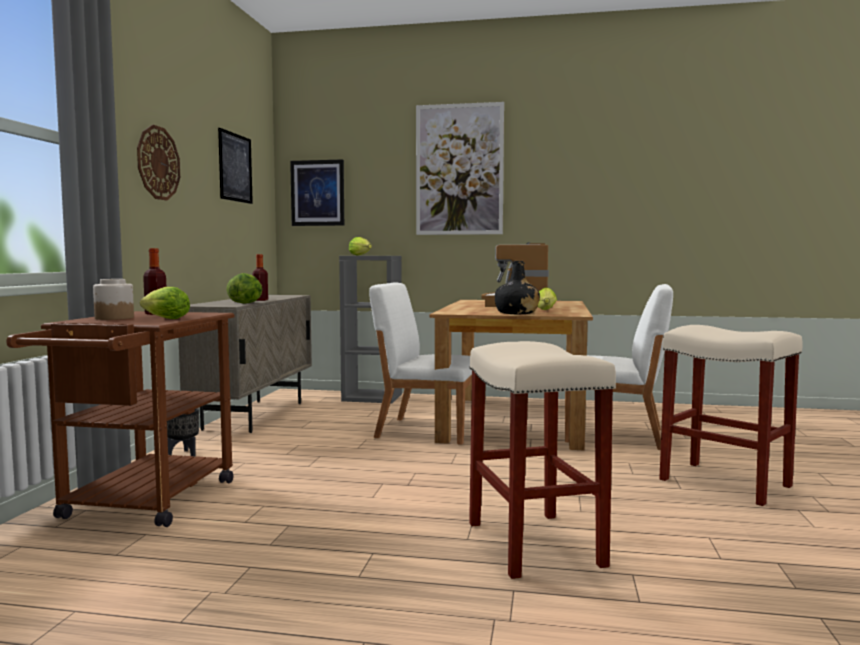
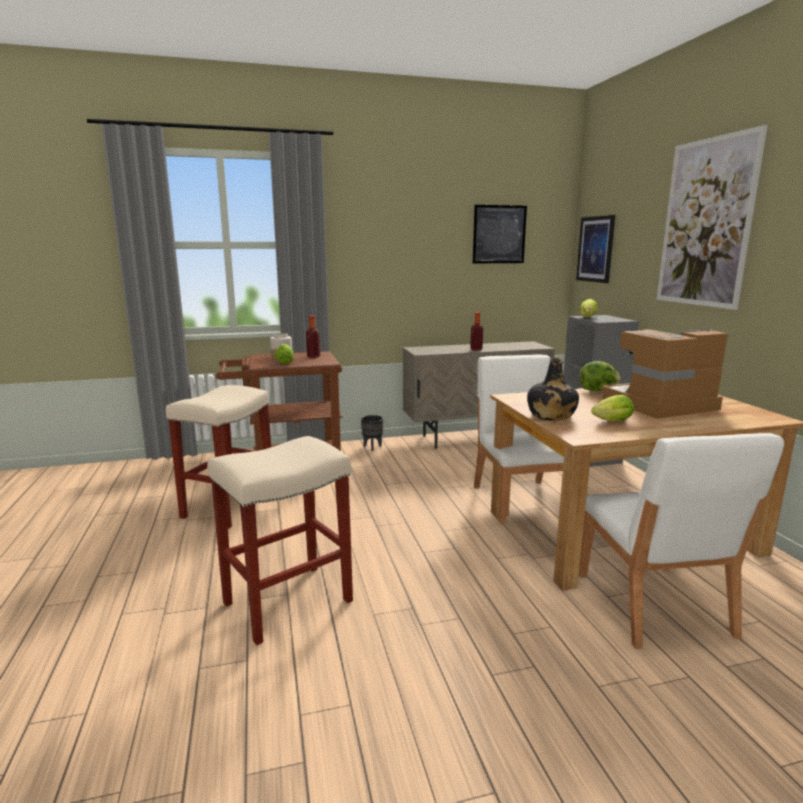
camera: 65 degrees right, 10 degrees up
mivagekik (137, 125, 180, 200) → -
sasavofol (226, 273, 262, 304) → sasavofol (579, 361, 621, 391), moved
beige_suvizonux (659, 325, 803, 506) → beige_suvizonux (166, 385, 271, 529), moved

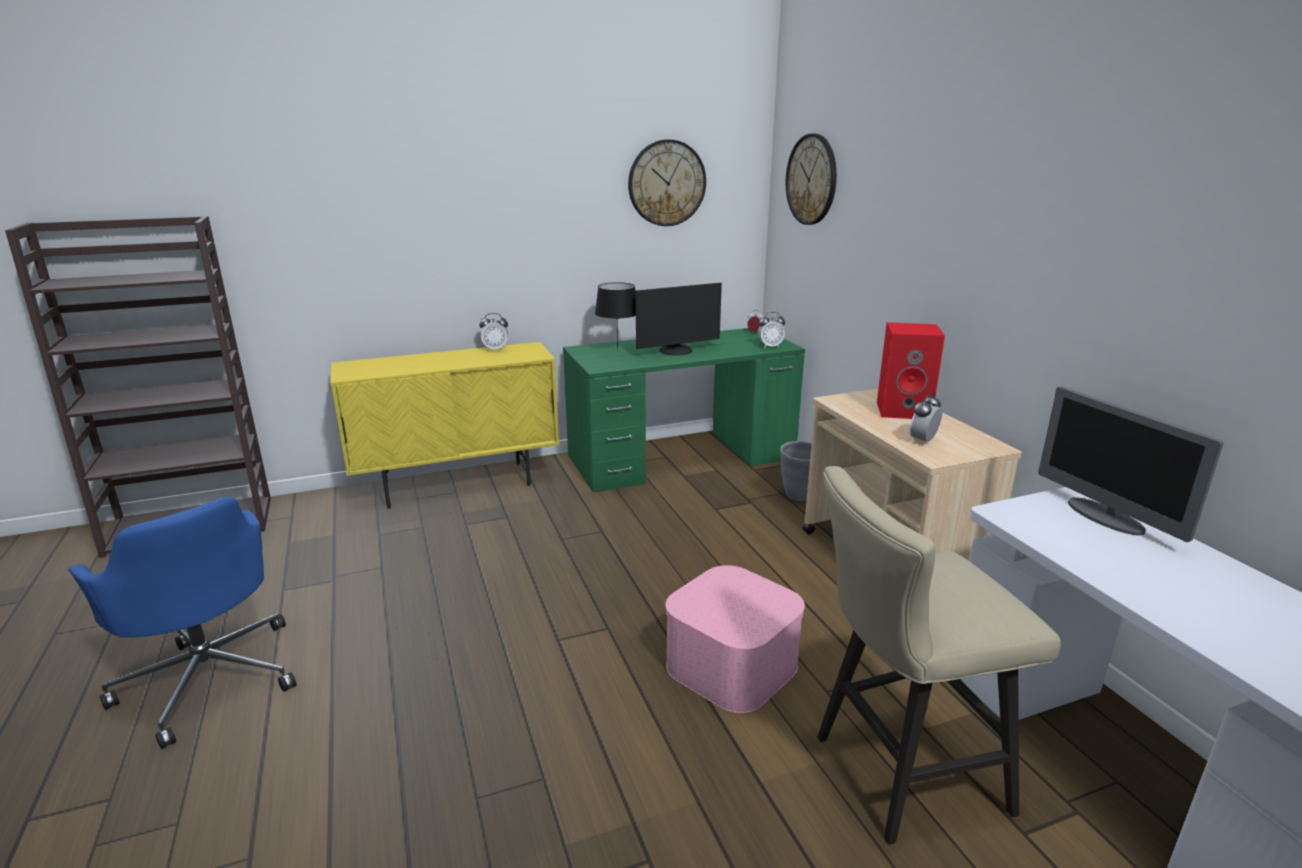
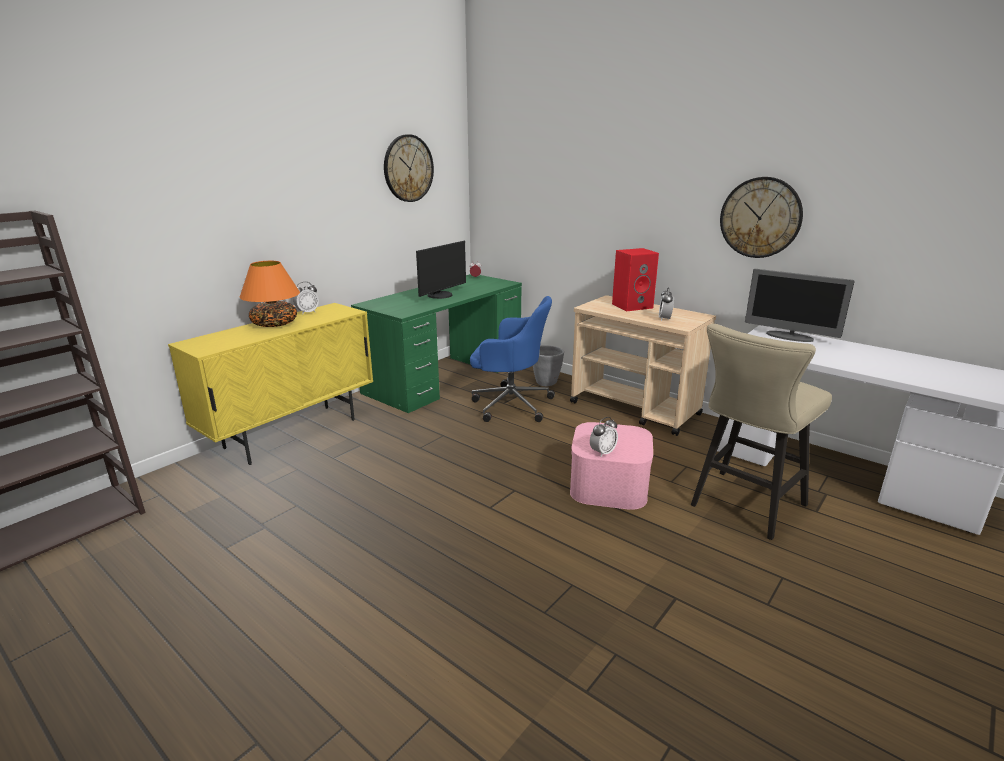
camera: 30 degrees left, 0 degrees up
mivagekik (786, 134, 837, 225) → mivagekik (720, 177, 803, 258), moved
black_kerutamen (595, 282, 636, 352) → -
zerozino (757, 312, 785, 348) → zerozino (590, 417, 618, 457), moved
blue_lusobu (68, 497, 297, 749) → blue_lusobu (470, 296, 555, 422), moved
- → orange_kerutamen (239, 261, 300, 327)

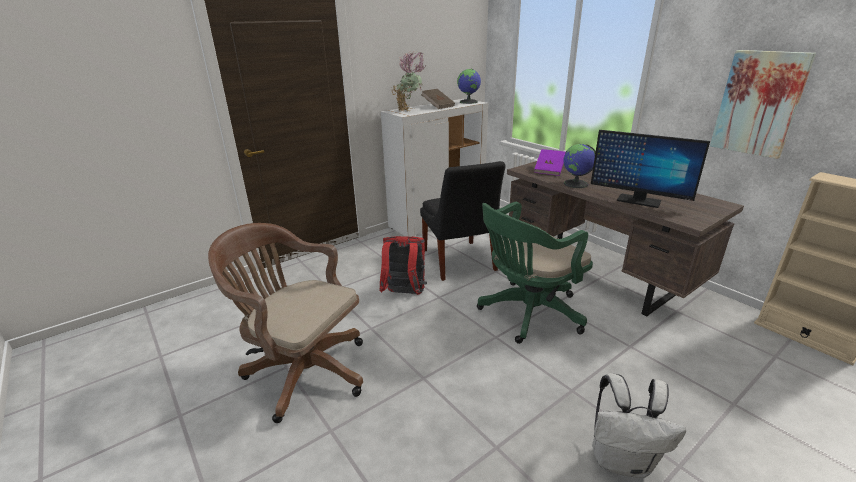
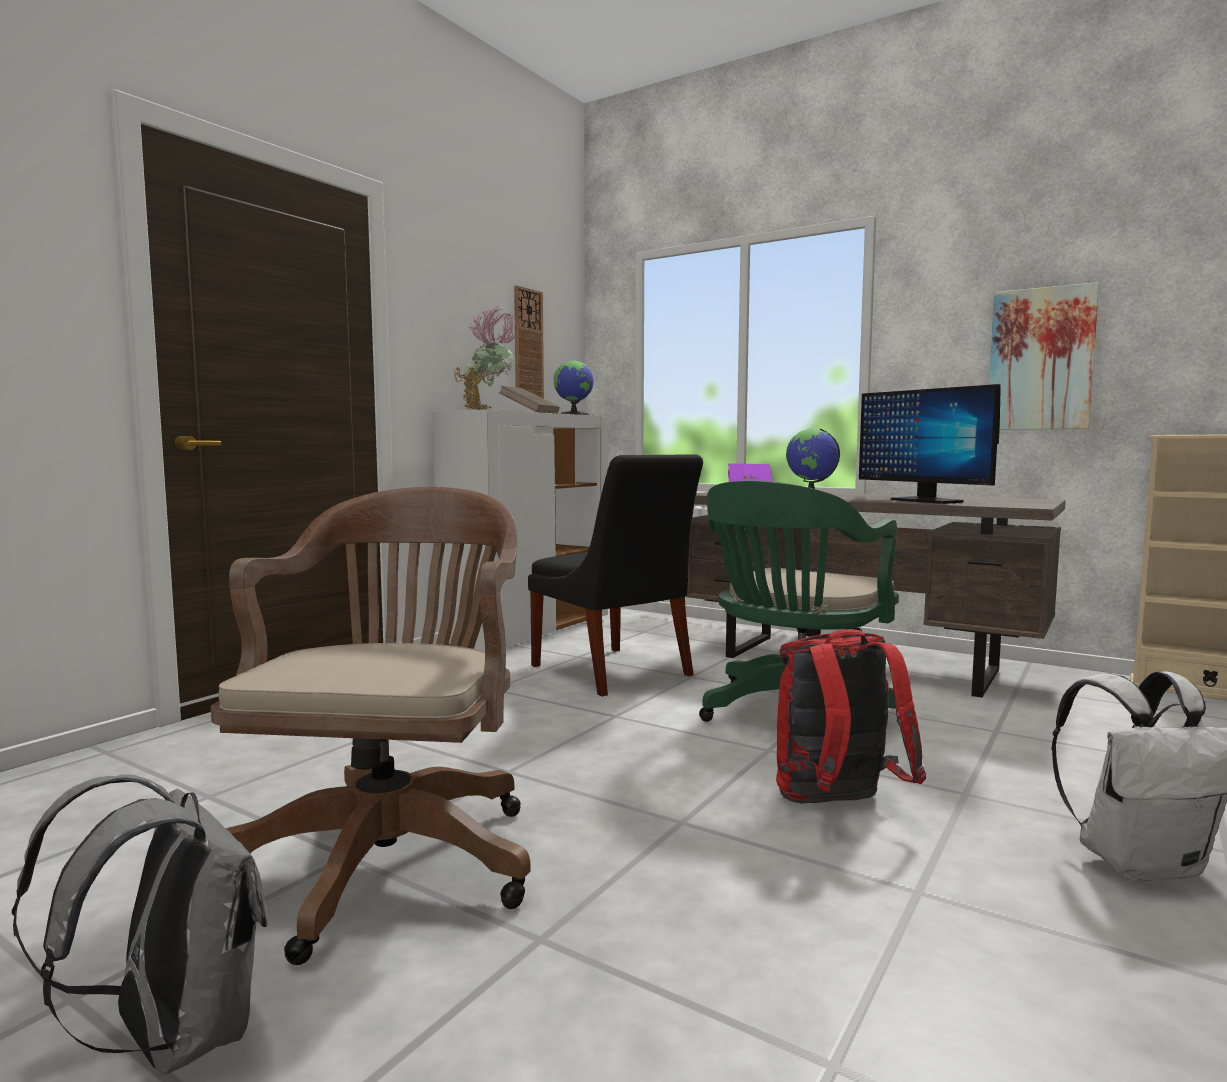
camera: 20 degrees left, 20 degrees down
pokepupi (591, 130, 710, 208) → pokepupi (859, 384, 1001, 504), 45 degrees clockwise
brown_lusobu (208, 223, 363, 423) → brown_lusobu (211, 487, 531, 965), 90 degrees clockwise
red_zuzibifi (379, 236, 427, 295) → red_zuzibifi (776, 629, 926, 804), moved
- → mivagekik (514, 285, 544, 399)
- → grey_zuzibifi (12, 774, 268, 1075)

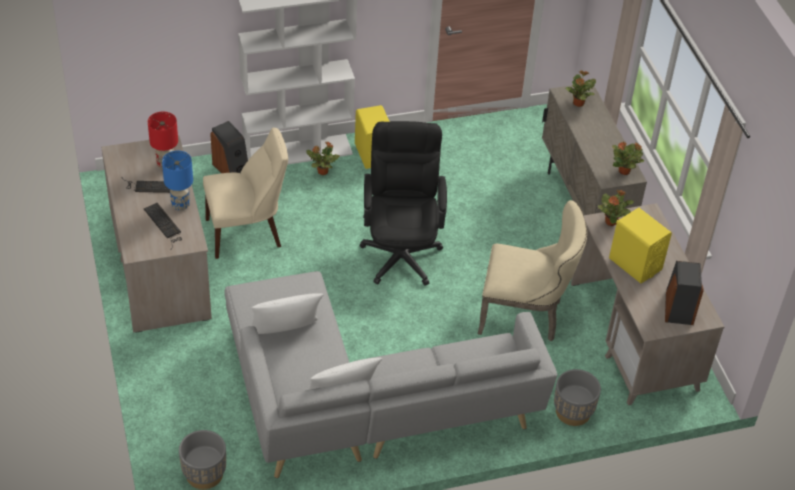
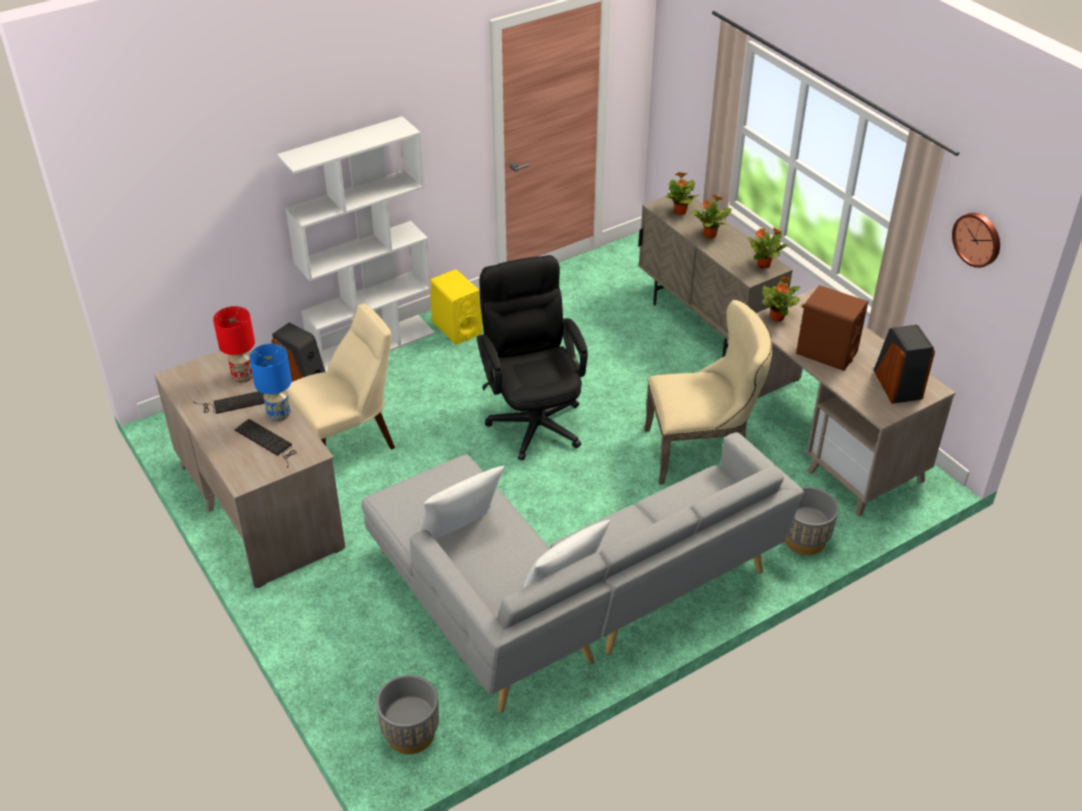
camera: 15 degrees left, 5 degrees down
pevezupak (306, 142, 339, 175) → pevezupak (692, 194, 732, 238), moved
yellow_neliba (609, 208, 672, 283) → brown_neliba (796, 285, 868, 371)
- → mivagekik (952, 213, 1000, 268)

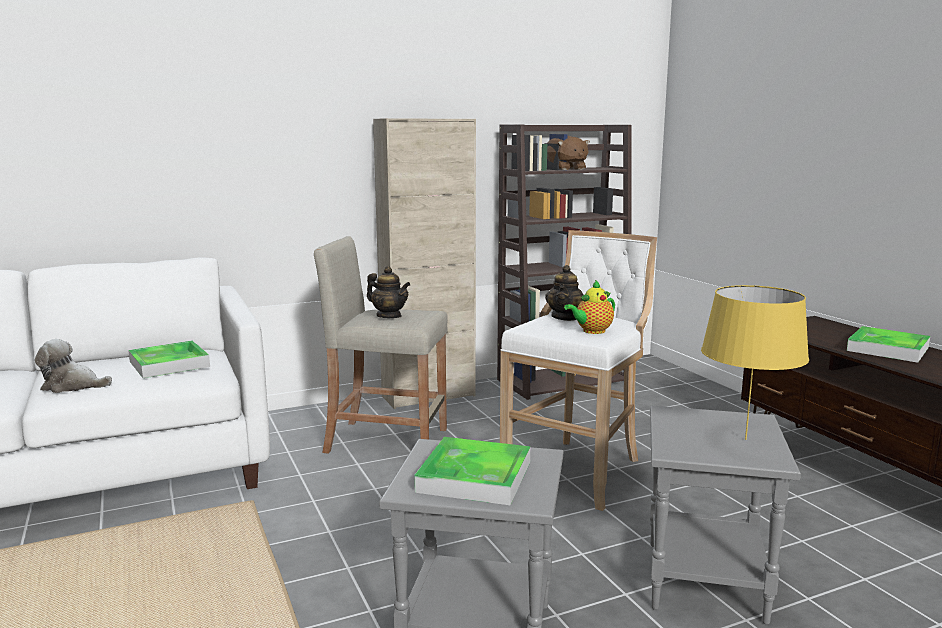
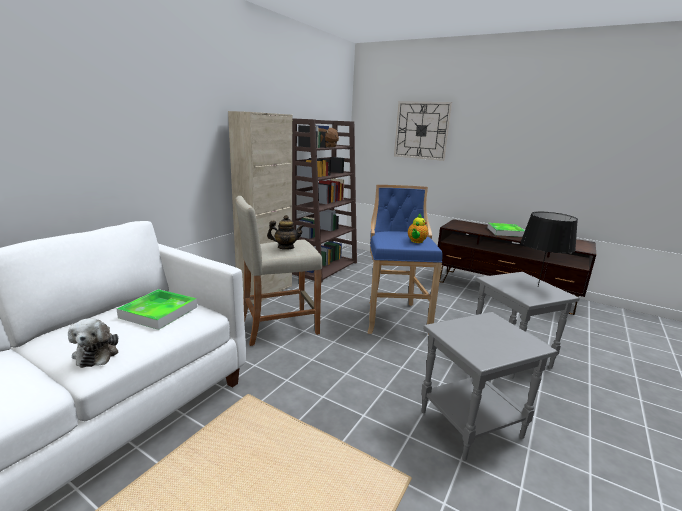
camera: 35 degrees left, 5 degrees up
white_suvizonux (500, 230, 657, 511) → blue_suvizonux (368, 185, 443, 335)
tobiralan (545, 265, 583, 321) → -
yellow_kerutamen (701, 285, 809, 440) → black_kerutamen (521, 212, 578, 286)
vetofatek (35, 339, 112, 393) → vetofatek (68, 318, 118, 368), 75 degrees counterclockwise
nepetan (415, 437, 530, 505) → -
- → mivagekik (394, 101, 452, 161)

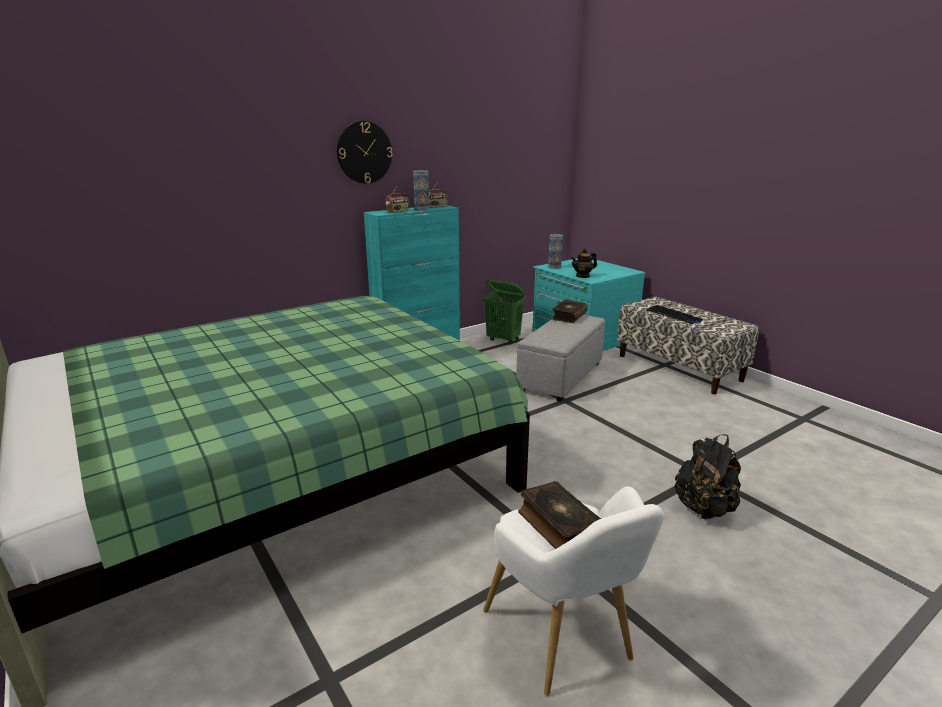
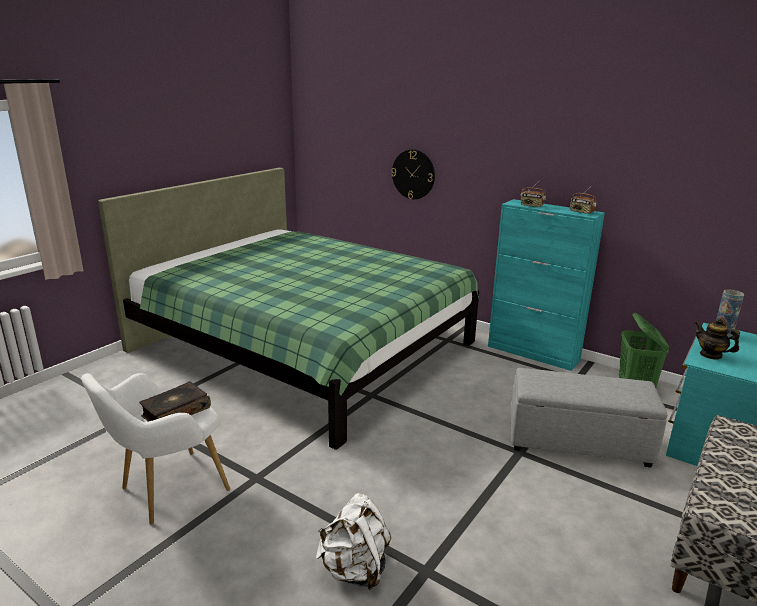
camera: 70 degrees right, 0 degrees up
mivagekik (337, 121, 393, 184) → mivagekik (391, 149, 435, 199), moved
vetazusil (413, 170, 429, 211) → -
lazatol (552, 299, 588, 323) → -
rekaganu (646, 305, 703, 324) → -
black_zuzibifi (675, 434, 741, 520) → white_zuzibifi (316, 493, 391, 590)

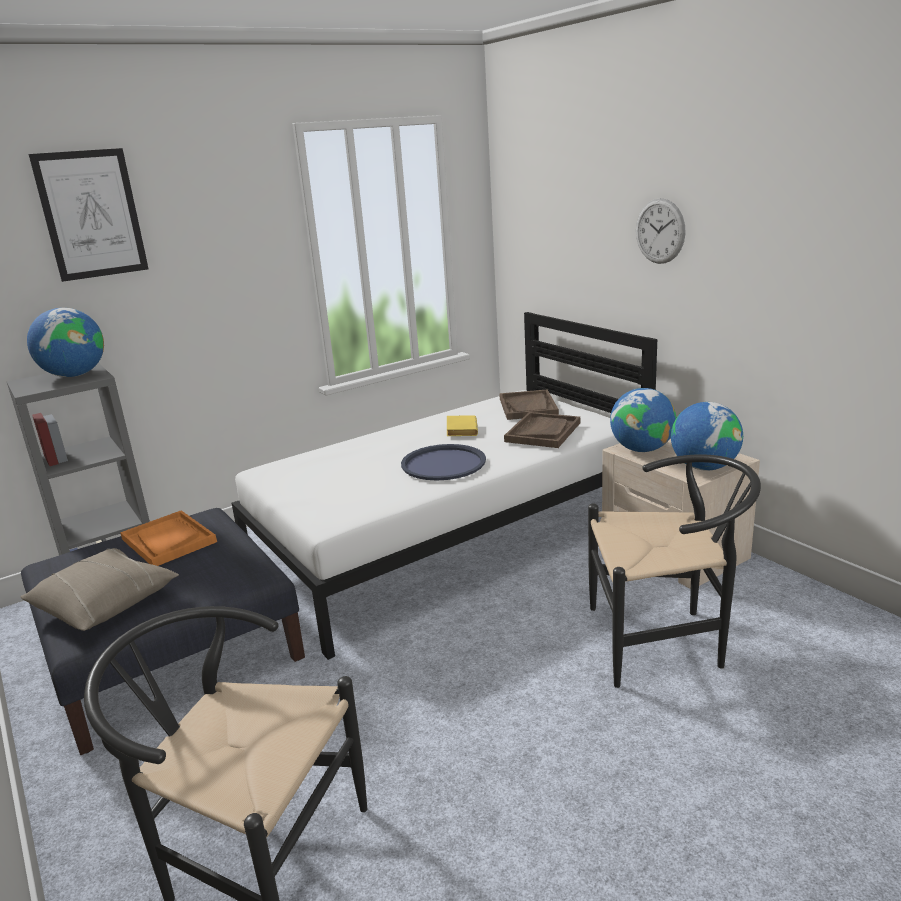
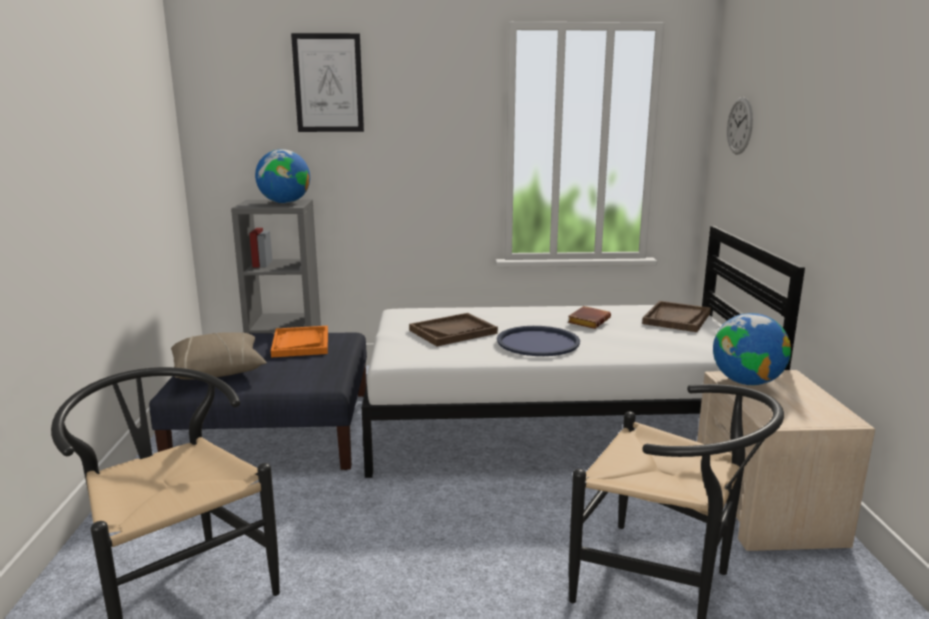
camera: 30 degrees right, 5 degrees down
mivagekik (636, 198, 686, 264) → mivagekik (727, 97, 753, 155), moved
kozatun (671, 402, 743, 471) → -
brown_nepetan (504, 412, 580, 448) → brown_nepetan (409, 313, 498, 346), moved
yellow_lazatol (447, 415, 478, 436) → brown_lazatol (568, 306, 611, 329)

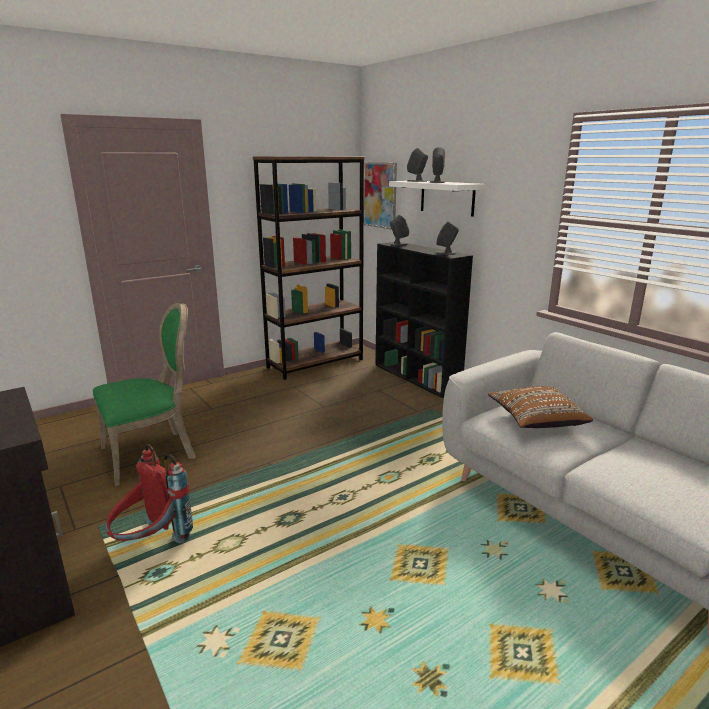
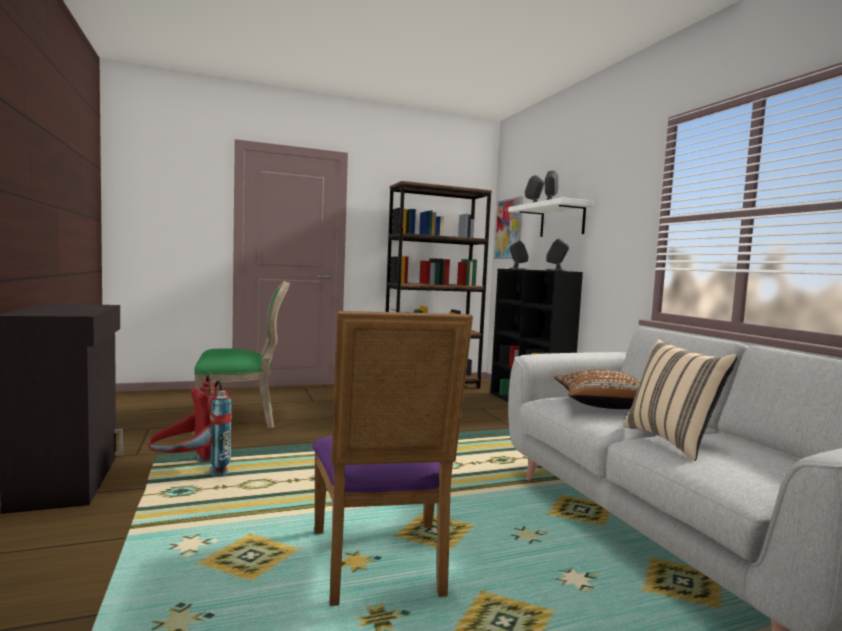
camera: 15 degrees right, 15 degrees down
- → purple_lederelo (312, 311, 473, 606)
- → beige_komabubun (623, 339, 737, 461)

